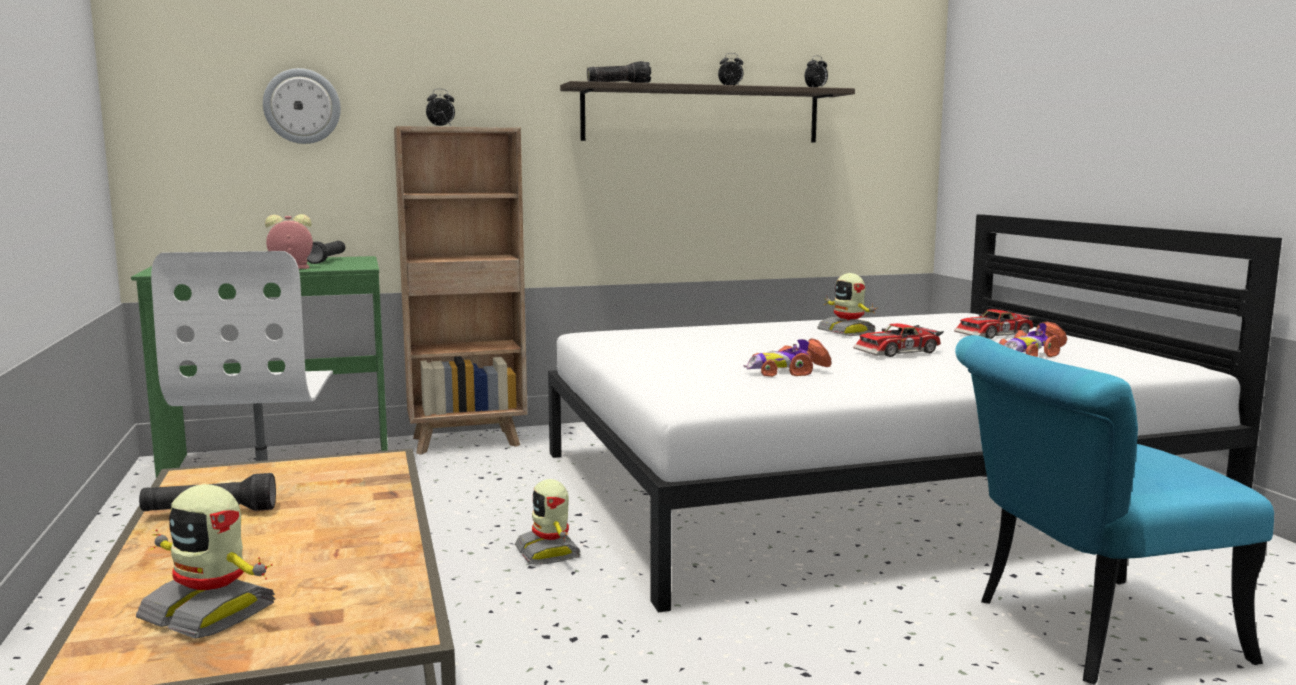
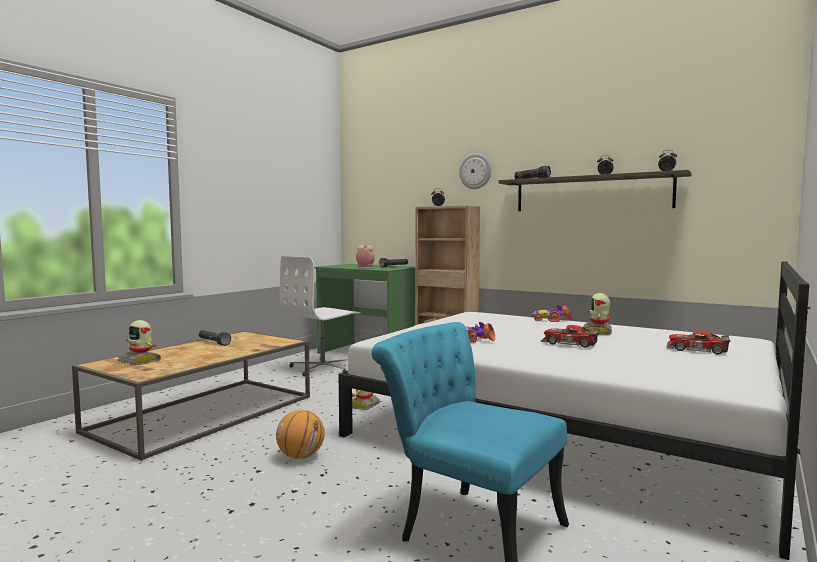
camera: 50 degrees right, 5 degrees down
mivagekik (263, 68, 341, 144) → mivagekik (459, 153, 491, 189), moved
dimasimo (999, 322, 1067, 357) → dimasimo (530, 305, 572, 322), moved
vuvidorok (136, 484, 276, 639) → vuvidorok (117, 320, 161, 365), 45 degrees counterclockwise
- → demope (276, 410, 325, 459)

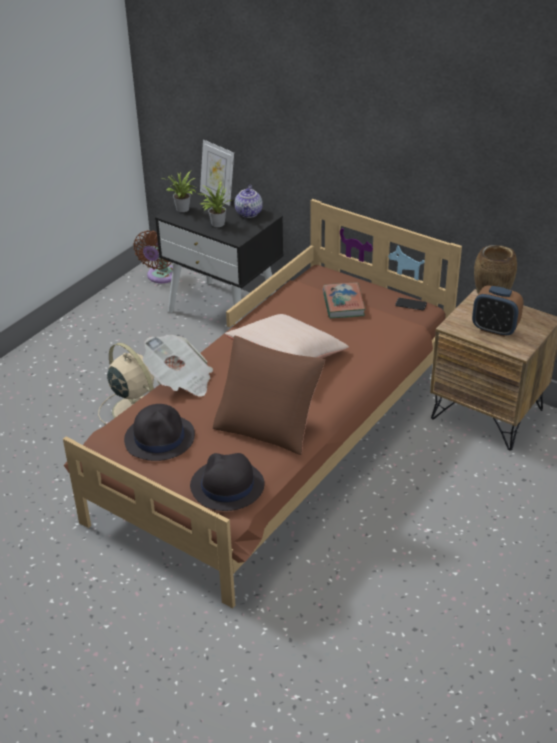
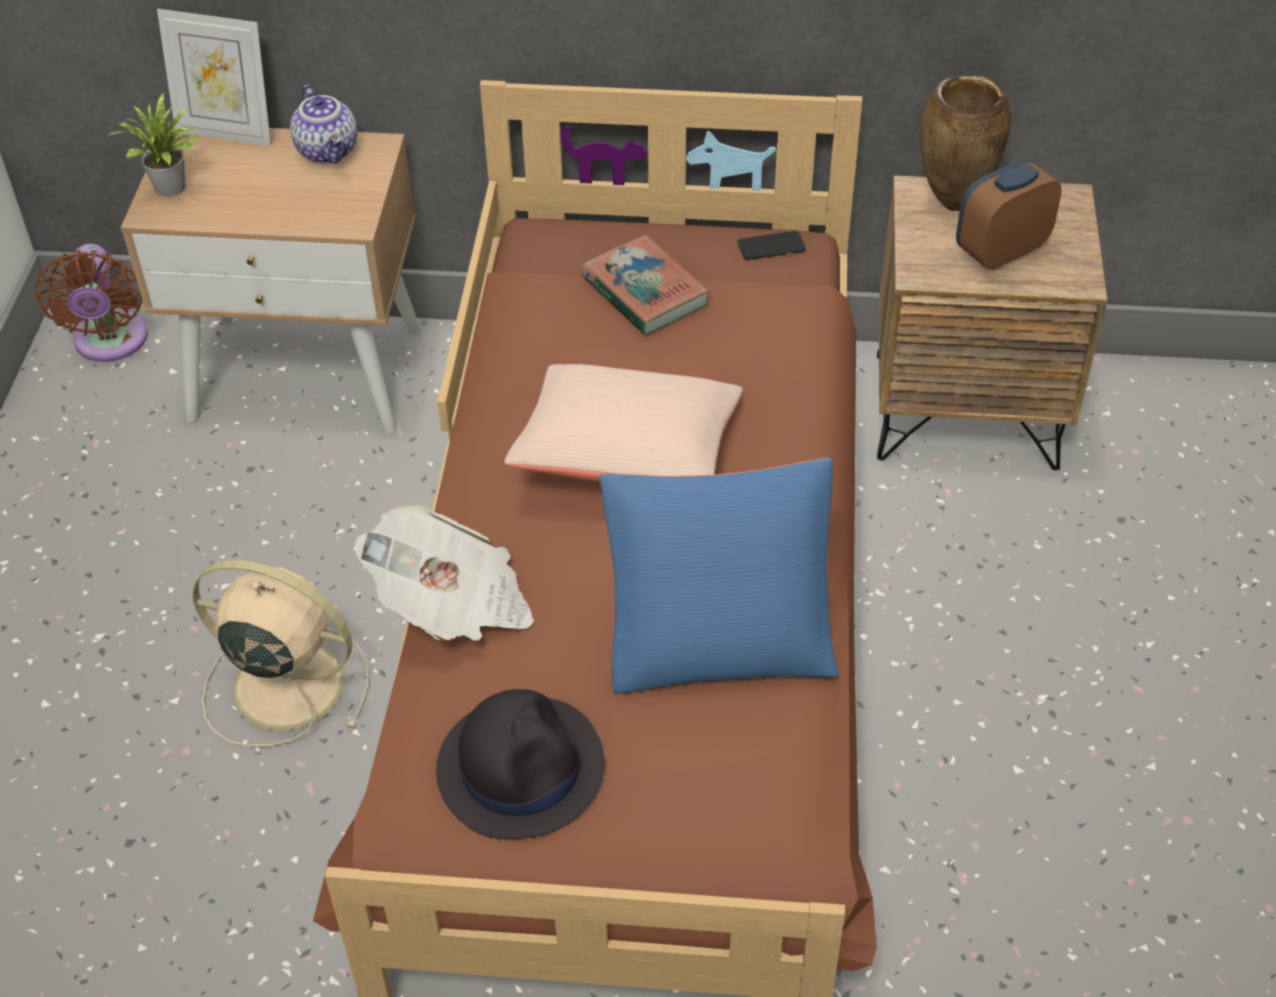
camera: 30 degrees left, 10 degrees up
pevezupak (200, 182, 232, 227) → -
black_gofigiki (155, 189, 284, 324) → beige_gofigiki (121, 123, 421, 433)
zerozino (472, 285, 524, 337) → zerozino (956, 159, 1062, 270), 150 degrees clockwise
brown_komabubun (213, 336, 325, 455) → blue_komabubun (600, 458, 839, 694)
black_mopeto (190, 453, 265, 511) → -

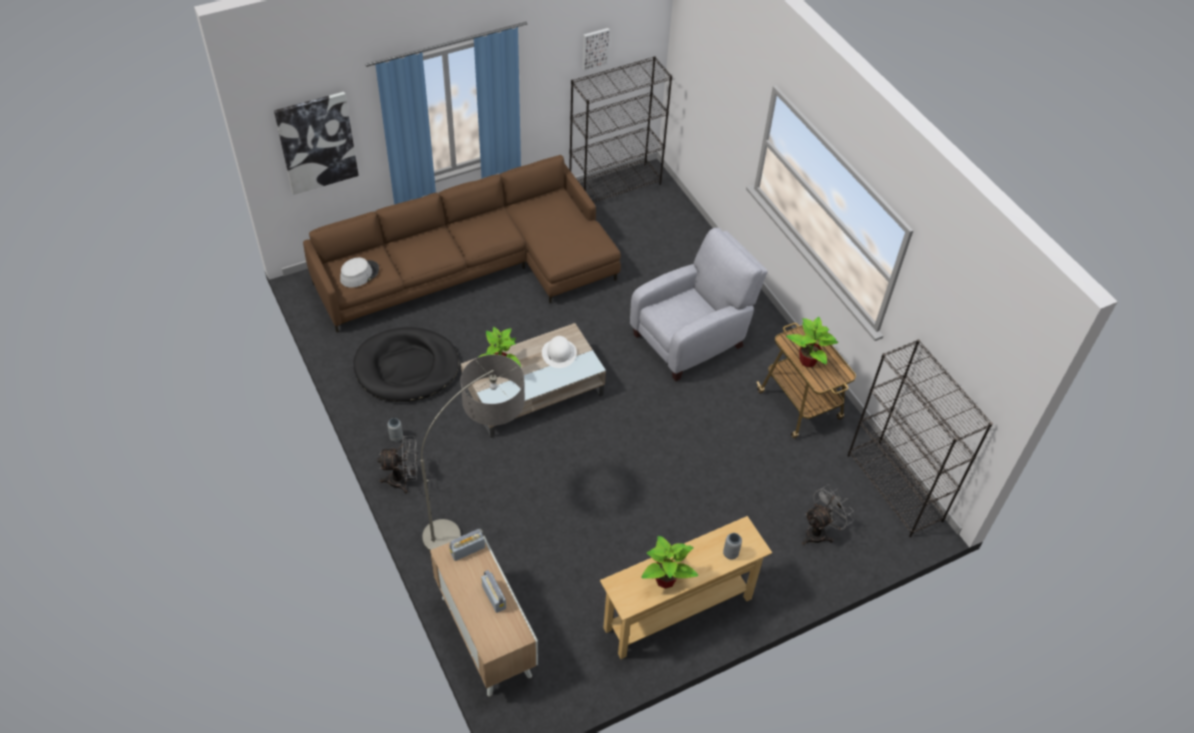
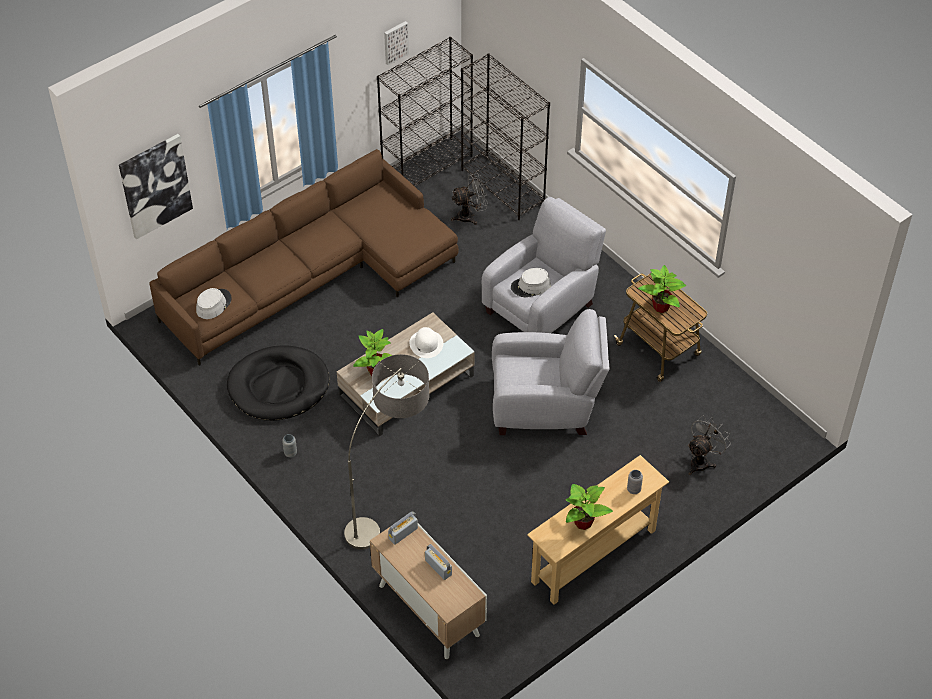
camera: 10 degrees left, 0 degrees up
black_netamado (847, 339, 993, 537) → black_netamado (461, 53, 550, 220), moved
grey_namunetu (377, 436, 418, 493) → grey_namunetu (451, 173, 488, 225), moved
- → grey_mopeto (511, 268, 551, 297)
- → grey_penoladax (492, 309, 609, 435)

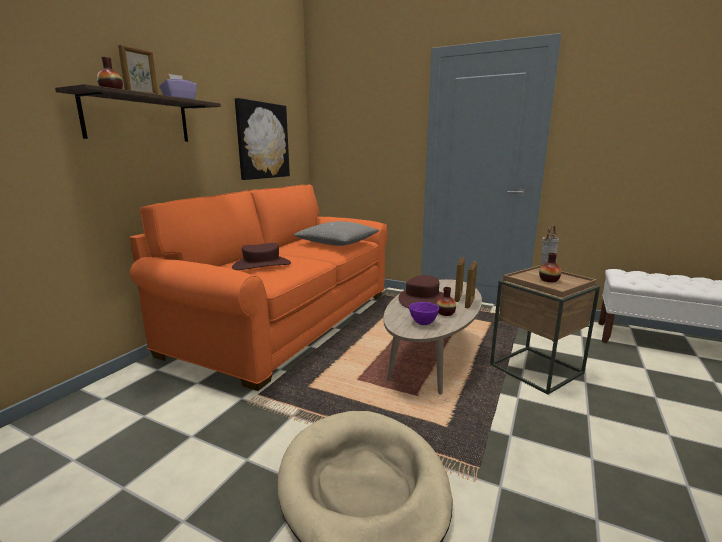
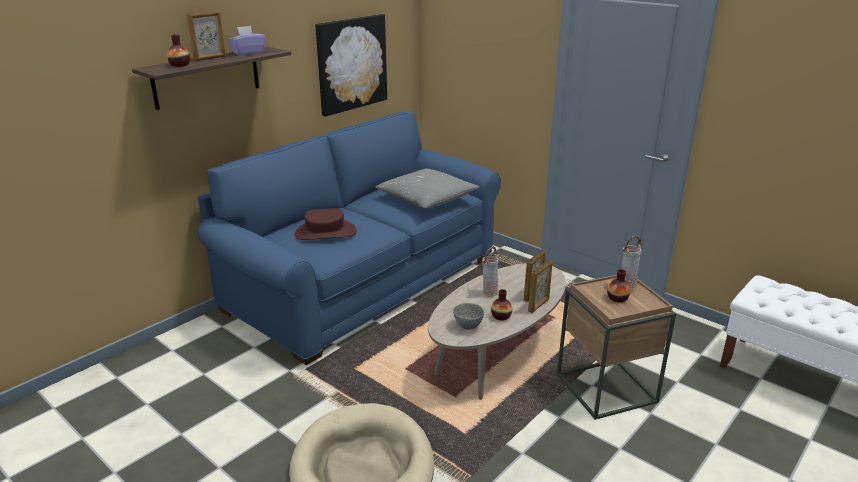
camera: 15 degrees right, 10 degrees up
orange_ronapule (130, 184, 388, 391) → blue_ronapule (197, 111, 501, 365)
brown_mopeto (398, 275, 444, 308) → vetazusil (482, 246, 499, 297)
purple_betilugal (409, 302, 439, 325) → grey_betilugal (453, 303, 484, 330)

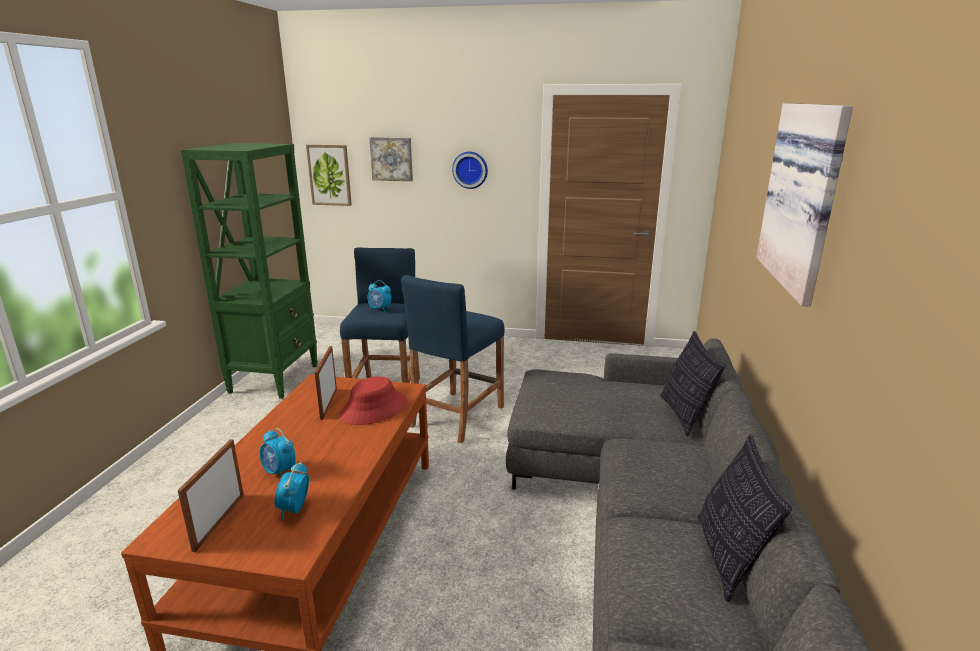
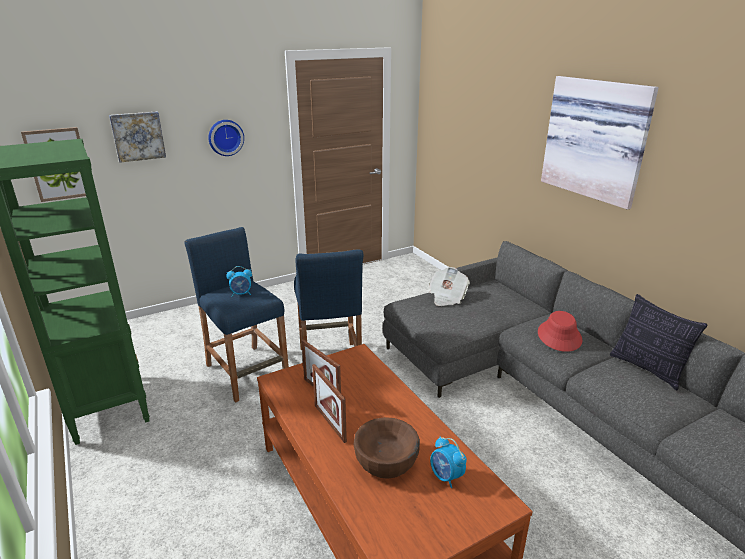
camera: 40 degrees left, 5 degrees up
komabubun (660, 331, 726, 437) → -
red_mopeto (340, 376, 407, 425) → red_mopeto (538, 311, 583, 352), moved
zerozino (260, 428, 296, 477) → brown_betilugal (354, 417, 420, 479)
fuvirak (178, 439, 244, 552) → fuvirak (312, 364, 347, 443), moved
- → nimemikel (429, 267, 470, 306)

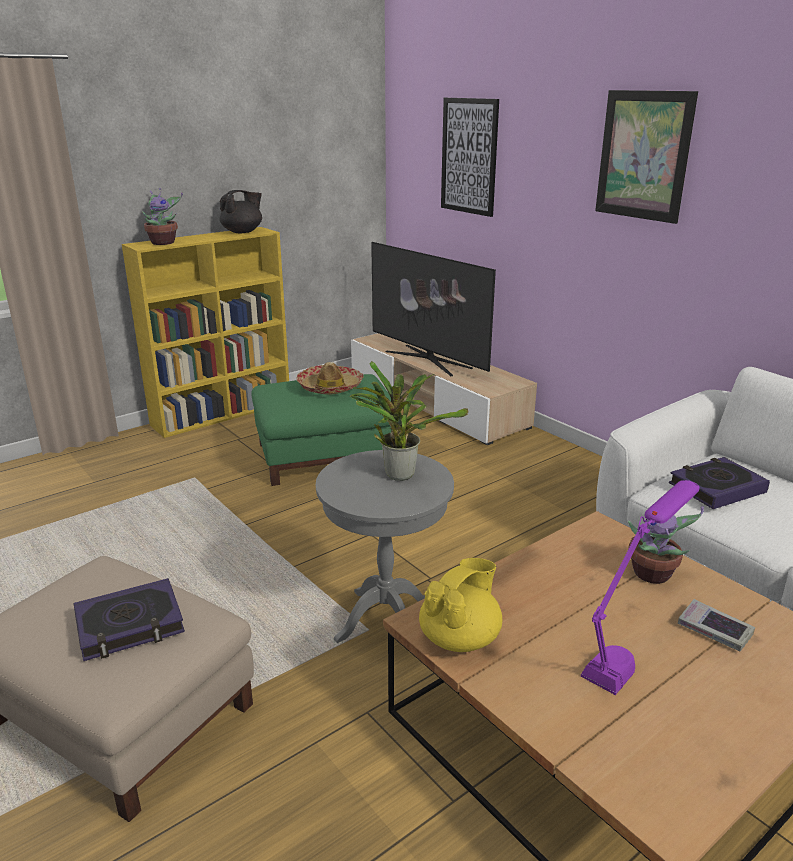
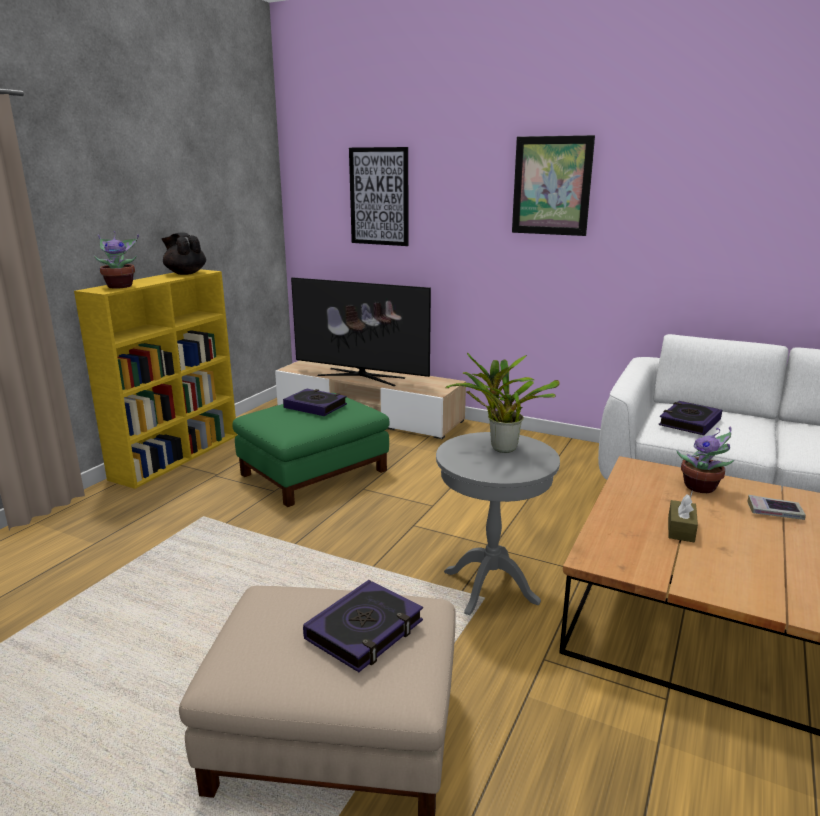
camera: 25 degrees left, 5 degrees down
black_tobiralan (220, 190, 262, 233) → black_tobiralan (162, 232, 206, 275), 75 degrees counterclockwise
mopeto (296, 362, 363, 395) → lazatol (283, 388, 347, 416)
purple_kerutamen (581, 480, 700, 695) → -
yellow_tobiralan (419, 558, 502, 652) → -
- → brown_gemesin (668, 494, 698, 542)

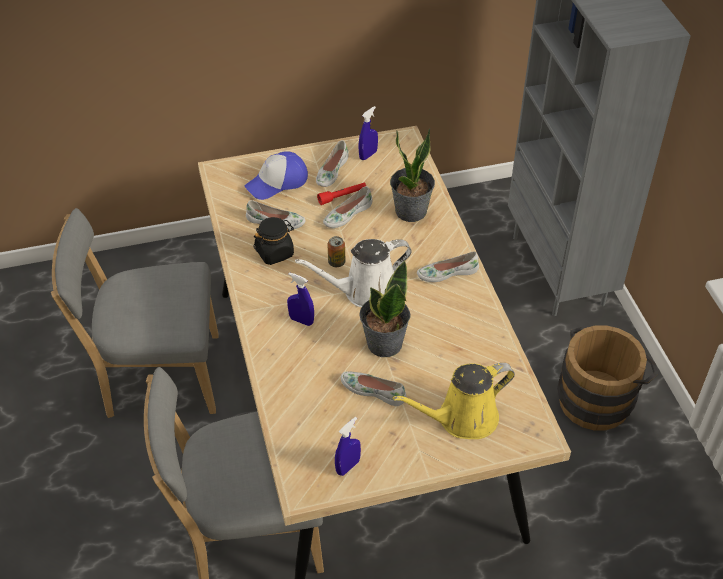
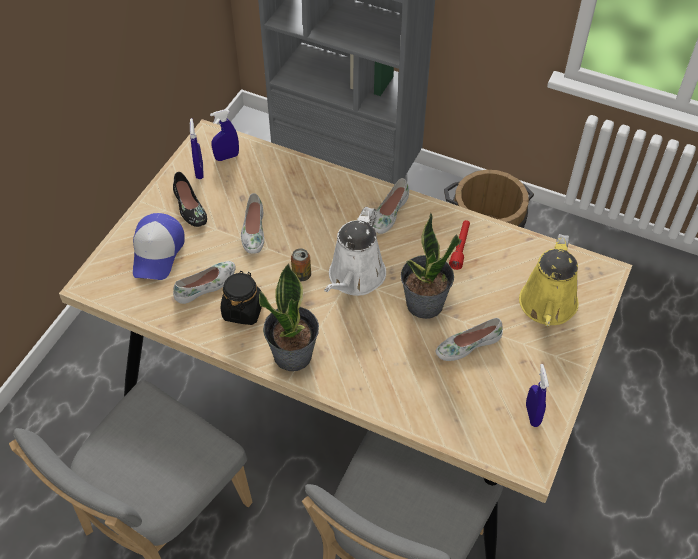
camera: 50 degrees left, 5 degrees up
pevezupak (390, 128, 435, 222) → pevezupak (259, 264, 319, 371), moved
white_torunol (316, 140, 349, 187) → black_torunol (173, 172, 207, 227)
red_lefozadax (317, 182, 366, 205) → red_lefozadax (449, 220, 470, 270), moved
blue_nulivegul (287, 272, 314, 326) → blue_nulivegul (210, 109, 239, 161), moved

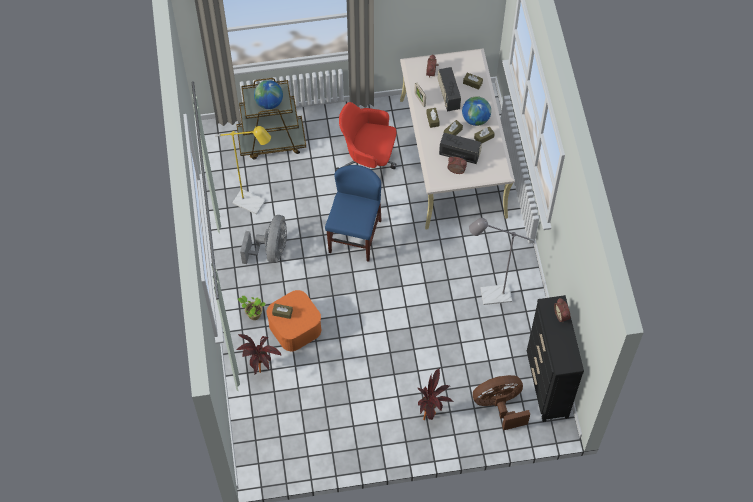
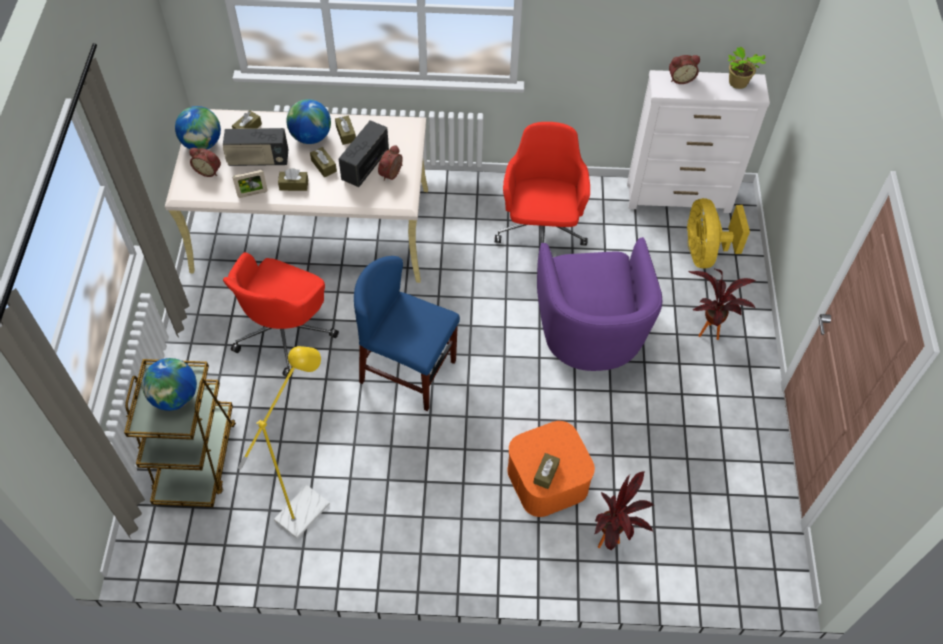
camera: 80 degrees left, 5 degrees down
grey_namunetu (240, 215, 287, 264) → -
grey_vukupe (469, 218, 534, 305) → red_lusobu (495, 122, 590, 246)
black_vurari (527, 295, 584, 422) → white_vurari (627, 70, 770, 213)
pevezupak (238, 296, 266, 320) → pevezupak (728, 46, 766, 89), moved
brown_namunetu (473, 375, 530, 430) → yellow_namunetu (687, 198, 750, 268)
- → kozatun (175, 106, 221, 149)
- → purple_penoladax (537, 237, 662, 371)

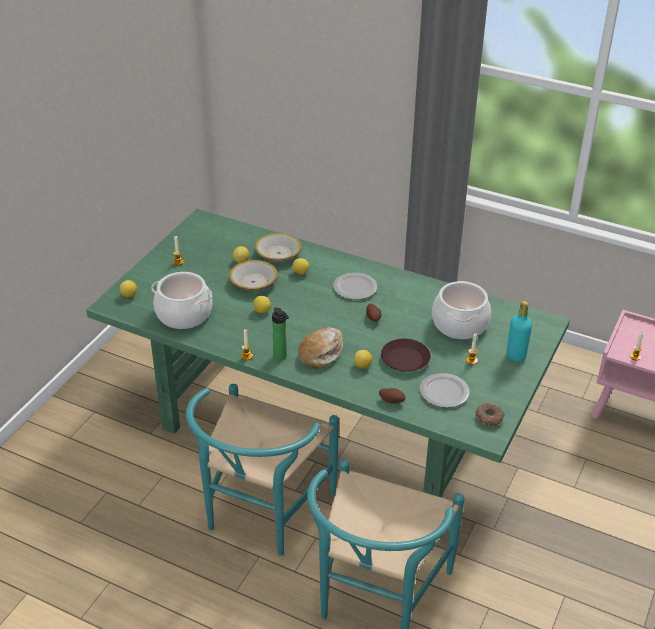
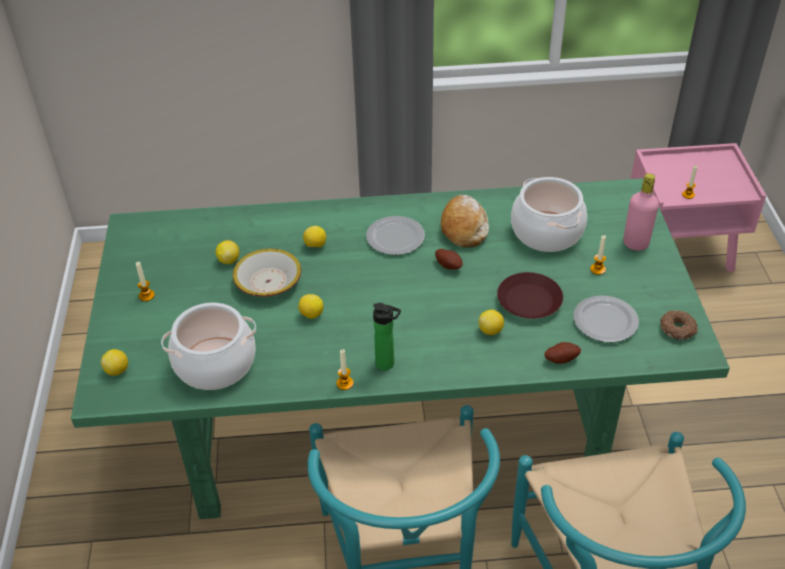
camera: 30 degrees left, 5 degrees up
betilugal (255, 233, 302, 262) → -
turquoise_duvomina (507, 300, 532, 362) → pink_duvomina (623, 173, 659, 251)
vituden (298, 327, 343, 369) → vituden (441, 195, 489, 248), moved

